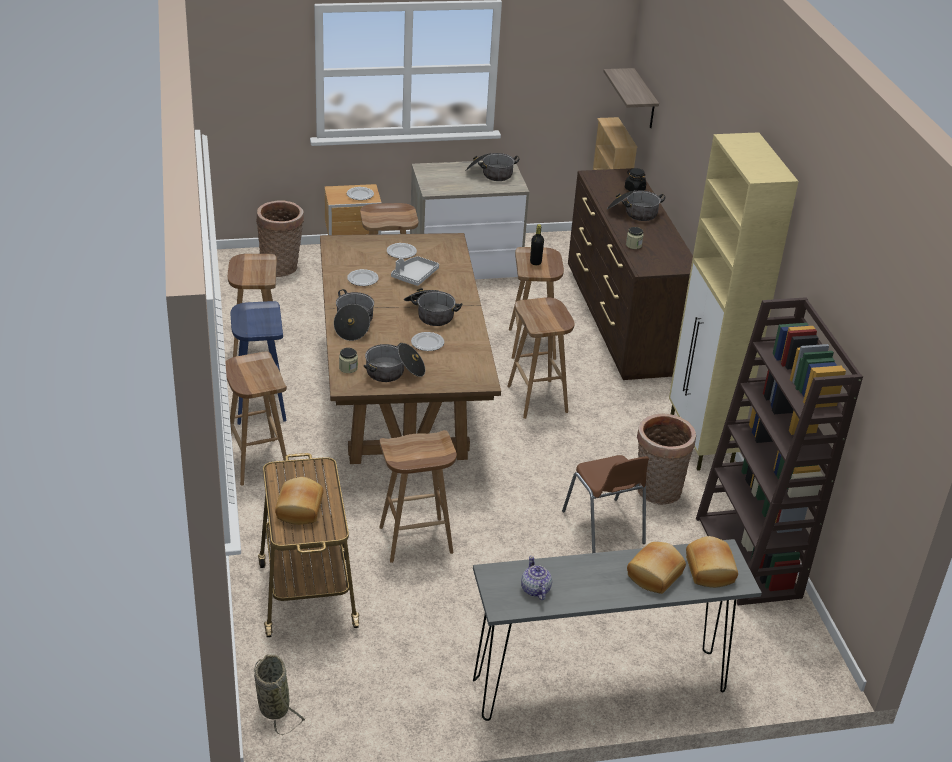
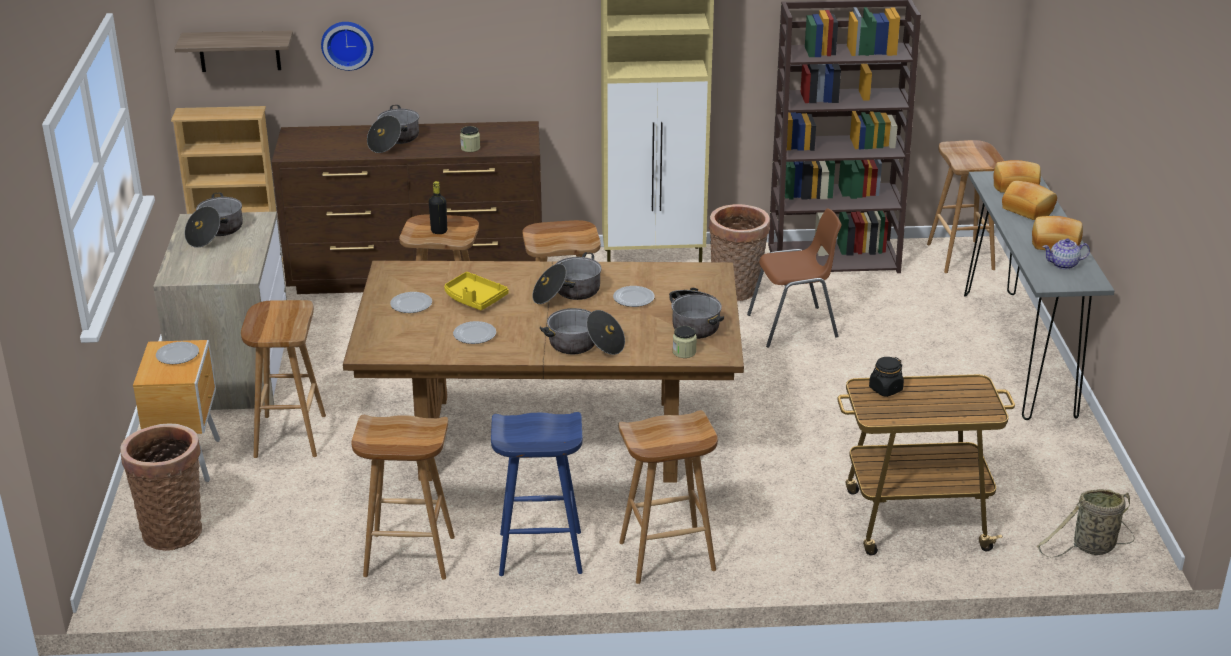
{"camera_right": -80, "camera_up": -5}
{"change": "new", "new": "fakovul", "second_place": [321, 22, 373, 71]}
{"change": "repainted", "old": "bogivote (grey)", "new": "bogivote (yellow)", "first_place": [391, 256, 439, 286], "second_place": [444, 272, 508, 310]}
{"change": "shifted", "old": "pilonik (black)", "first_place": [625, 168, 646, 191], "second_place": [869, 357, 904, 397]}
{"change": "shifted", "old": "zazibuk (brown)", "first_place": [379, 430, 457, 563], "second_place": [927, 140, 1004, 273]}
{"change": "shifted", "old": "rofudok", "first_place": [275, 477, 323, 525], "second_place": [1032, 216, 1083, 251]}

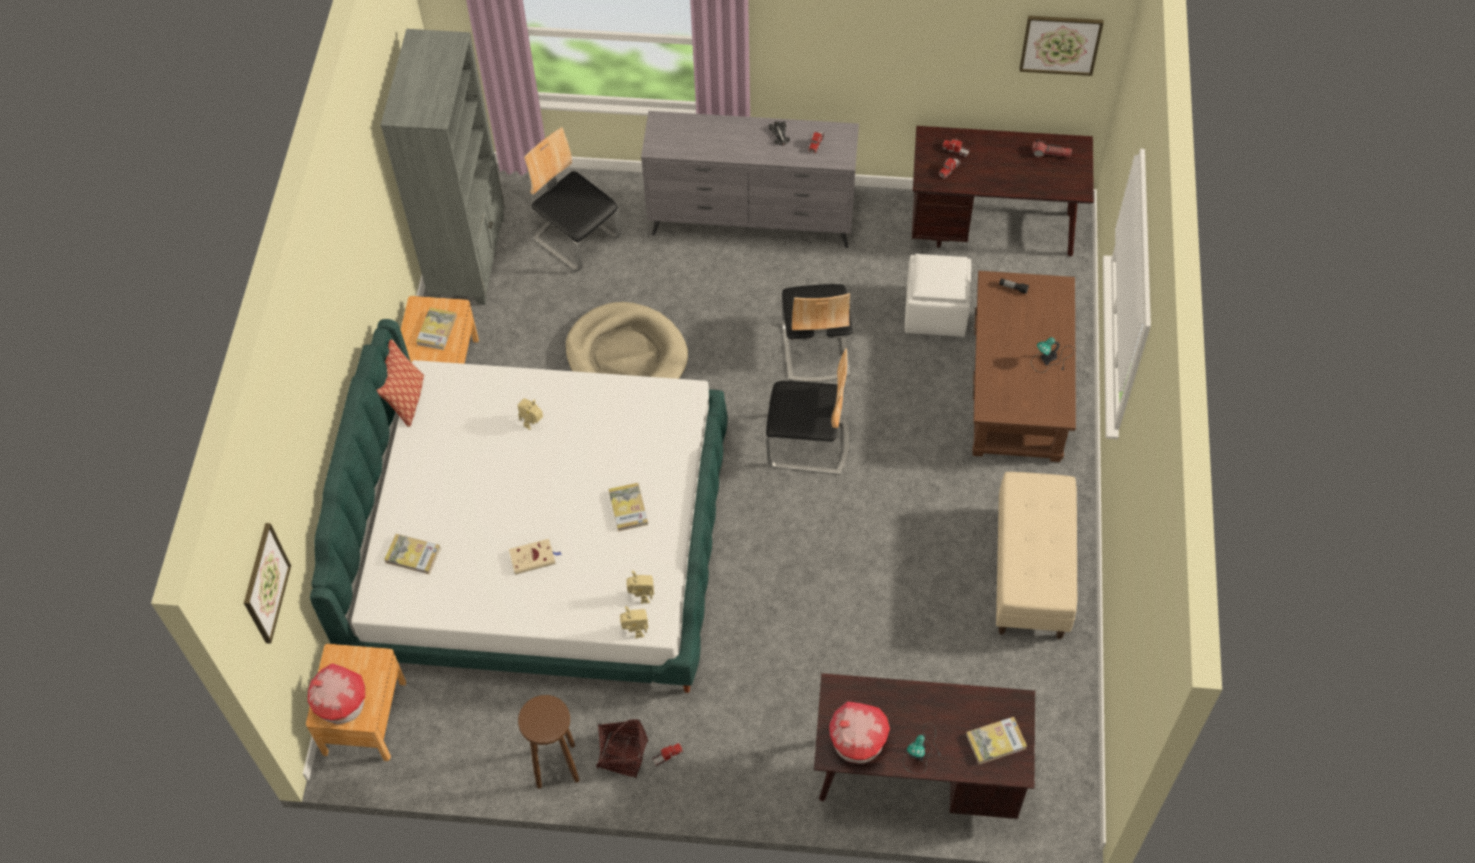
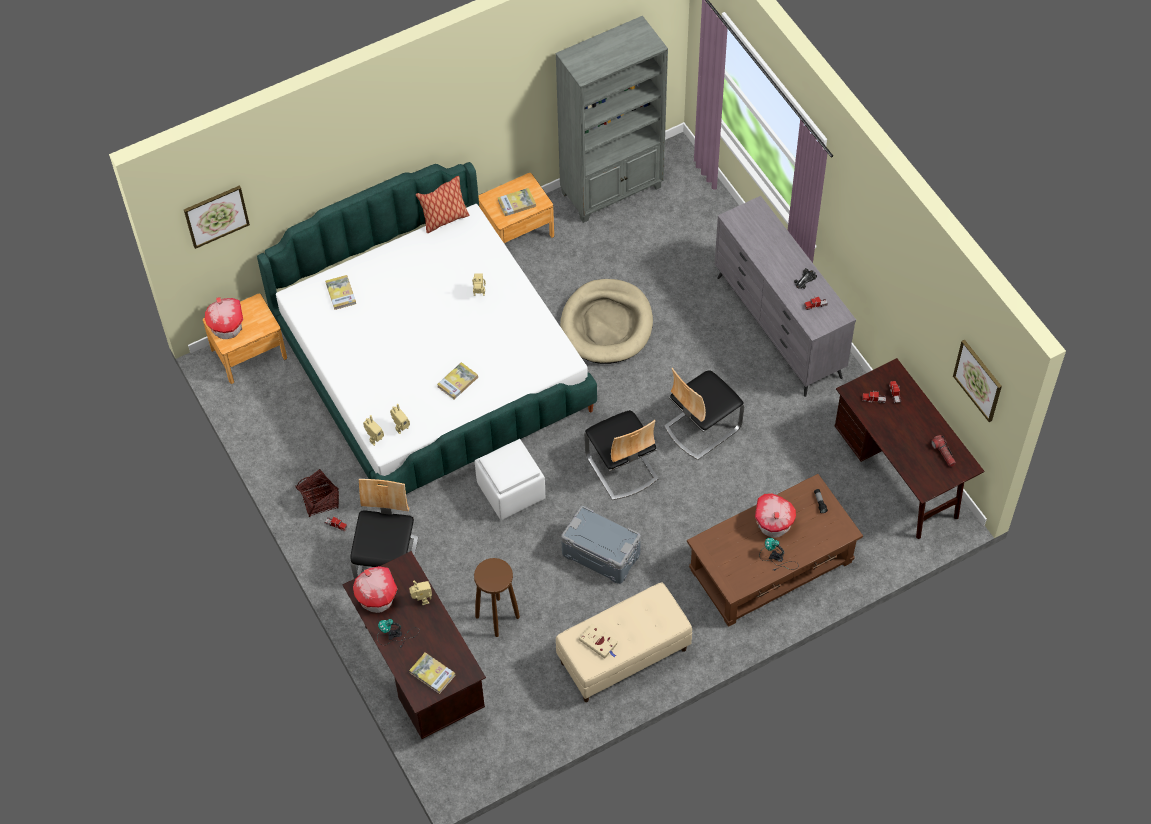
{"camera_right": 55, "camera_up": 0}
{"change": "shifted", "old": "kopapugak", "first_place": [524, 127, 621, 272], "second_place": [350, 479, 418, 579]}
{"change": "new", "new": "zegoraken", "second_place": [409, 580, 432, 605]}
{"change": "shifted", "old": "zazibuk (brown)", "first_place": [518, 695, 579, 789], "second_place": [474, 558, 520, 637]}
{"change": "shifted", "old": "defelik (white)", "first_place": [905, 254, 971, 337], "second_place": [475, 439, 545, 520]}
{"change": "new", "new": "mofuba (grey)", "second_place": [561, 506, 641, 584]}
{"change": "shifted", "old": "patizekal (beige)", "first_place": [509, 539, 562, 575], "second_place": [579, 623, 618, 659]}
{"change": "new", "new": "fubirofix", "second_place": [755, 493, 796, 538]}

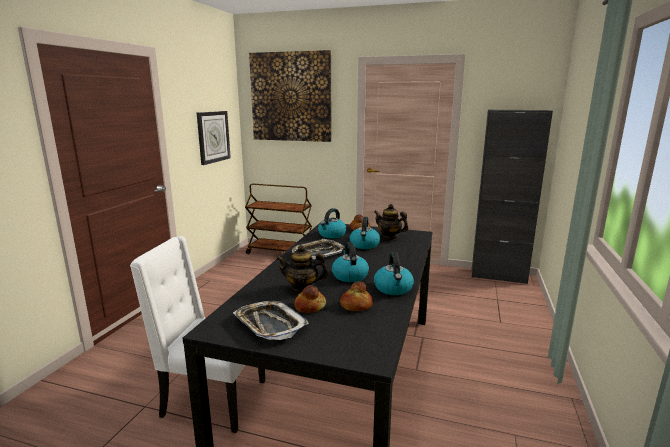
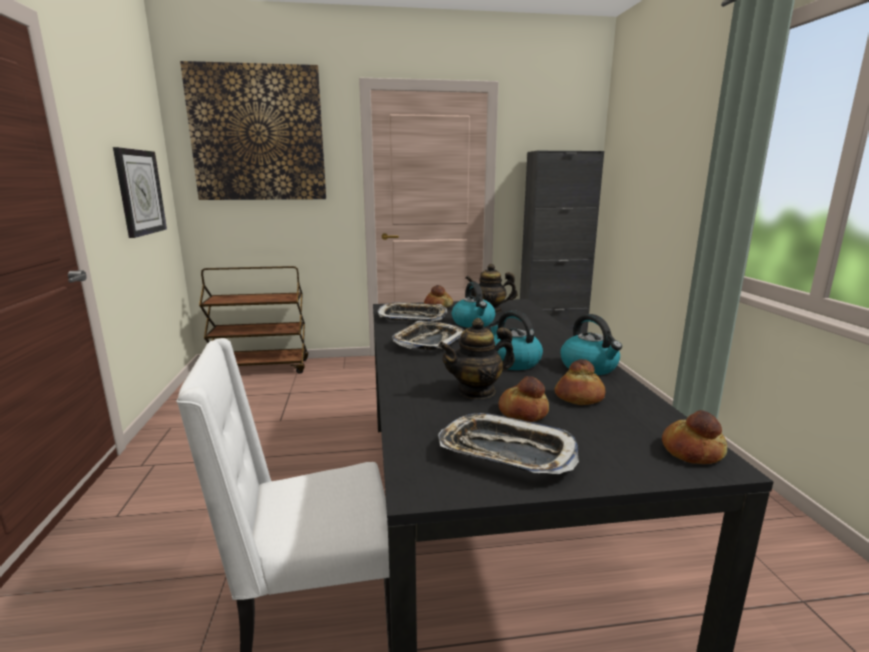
{"camera_right": -25, "camera_up": 0}
{"change": "swapped", "old": "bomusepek", "new": "bogivote", "first_place": [318, 208, 347, 238], "second_place": [377, 302, 447, 321]}
{"change": "new", "new": "rofudok", "second_place": [662, 410, 727, 464]}

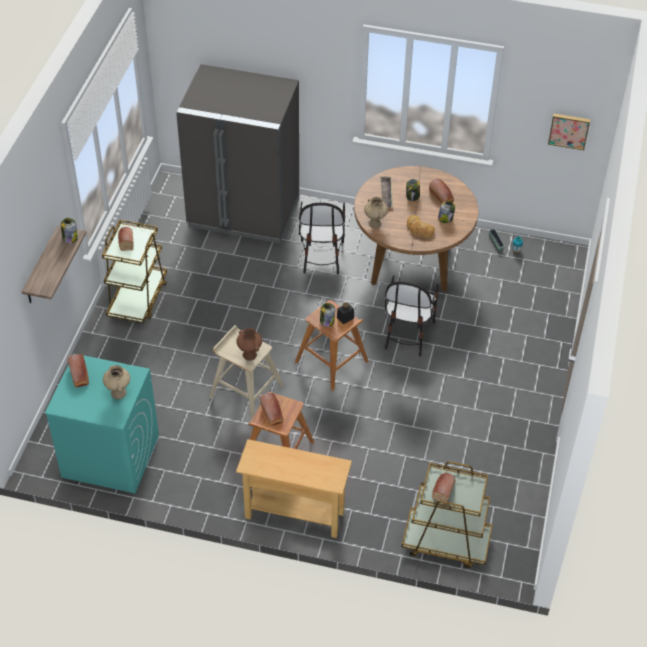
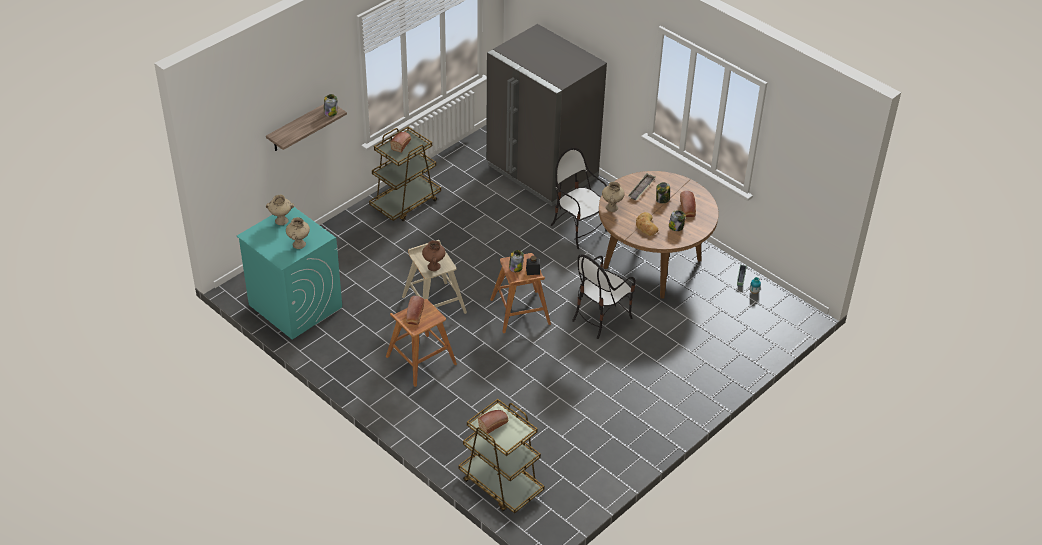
{"camera_right": 30, "camera_up": -5}
{"change": "swapped", "old": "rofudok", "new": "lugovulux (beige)", "first_place": [68, 354, 89, 387], "second_place": [266, 195, 294, 225]}
{"change": "rotated", "old": "kopapugak", "first_place": [299, 201, 345, 274], "second_place": [551, 148, 607, 249], "degrees": 105}
{"change": "gone", "old": "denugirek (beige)", "first_place": [236, 439, 352, 538]}
{"change": "gone", "old": "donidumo", "first_place": [548, 114, 590, 150]}

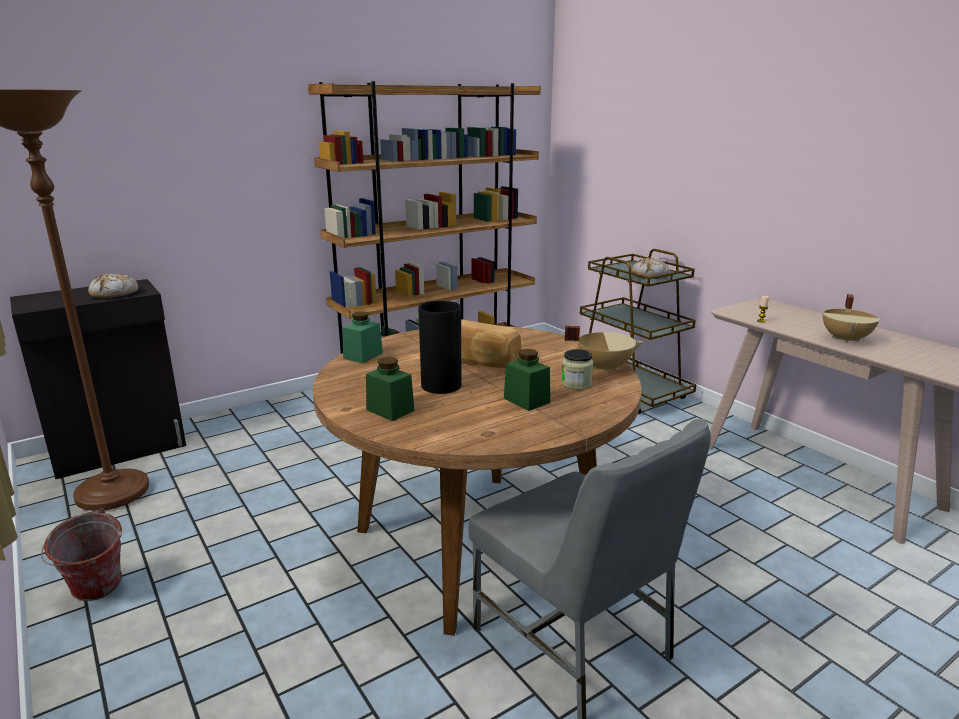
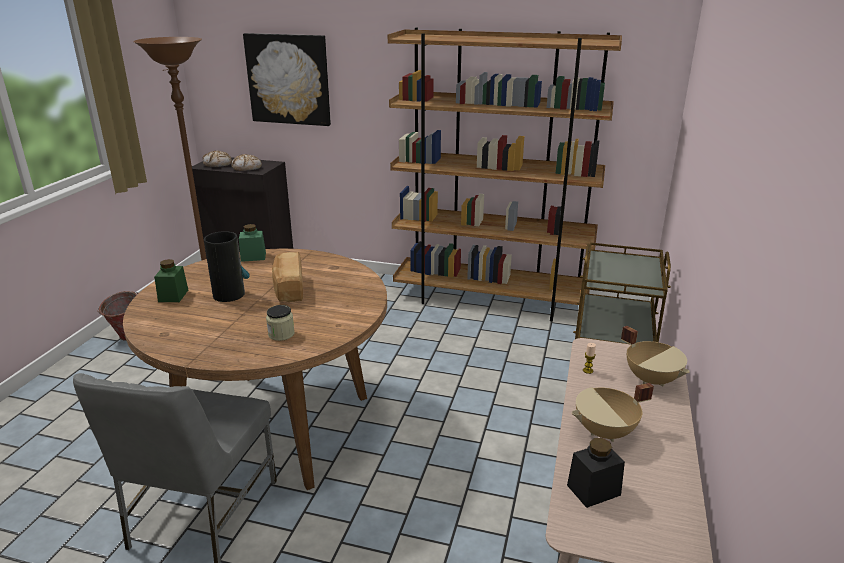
{"camera_right": 50, "camera_up": 5}
{"change": "shifted", "old": "rofudok", "first_place": [632, 258, 670, 279], "second_place": [203, 150, 232, 167]}
{"change": "new", "new": "donidumo", "second_place": [243, 33, 331, 126]}
{"change": "new", "new": "pilonik (black)", "second_place": [567, 438, 625, 508]}
{"change": "shifted", "old": "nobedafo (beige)", "first_place": [565, 326, 644, 373], "second_place": [621, 326, 690, 387]}
{"change": "gone", "old": "pilonik (green)", "first_place": [504, 349, 550, 411]}

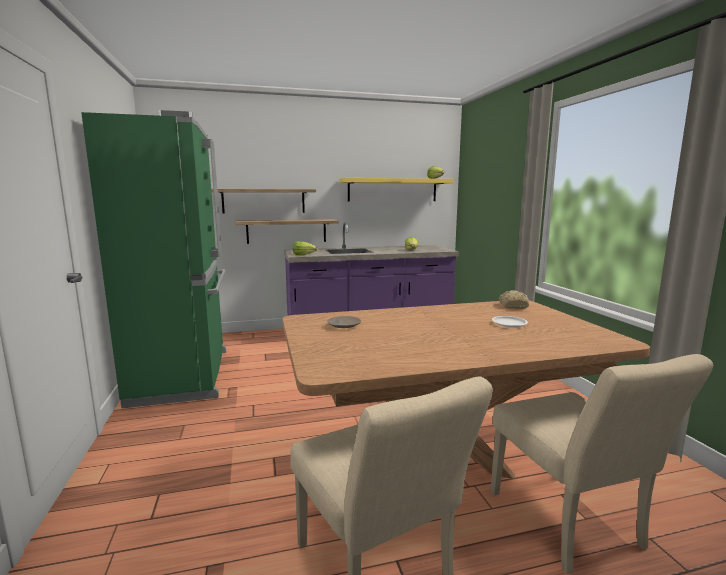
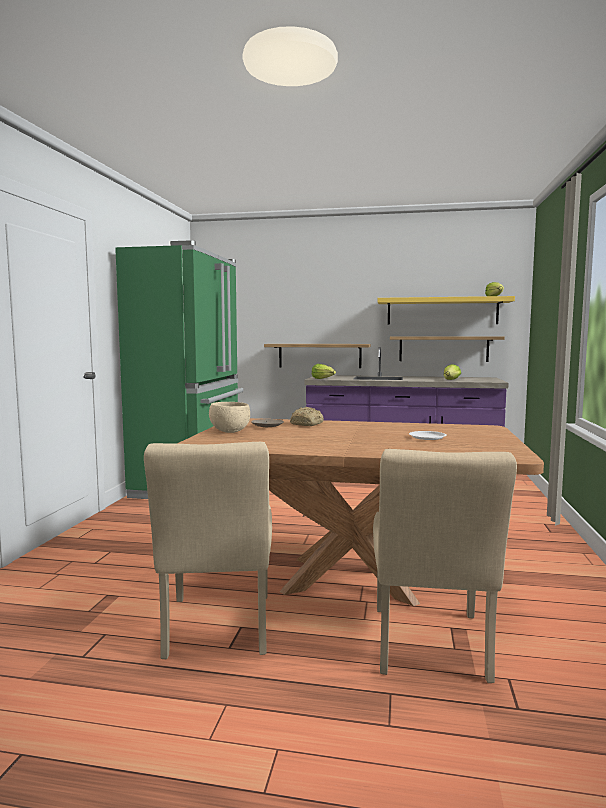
{"camera_right": 25, "camera_up": -5}
{"change": "new", "new": "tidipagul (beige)", "second_place": [209, 402, 250, 433]}
{"change": "shifted", "old": "rofudok", "first_place": [499, 290, 529, 309], "second_place": [290, 407, 324, 426]}
{"change": "shifted", "old": "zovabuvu", "first_place": [211, 189, 316, 214], "second_place": [390, 336, 505, 362]}

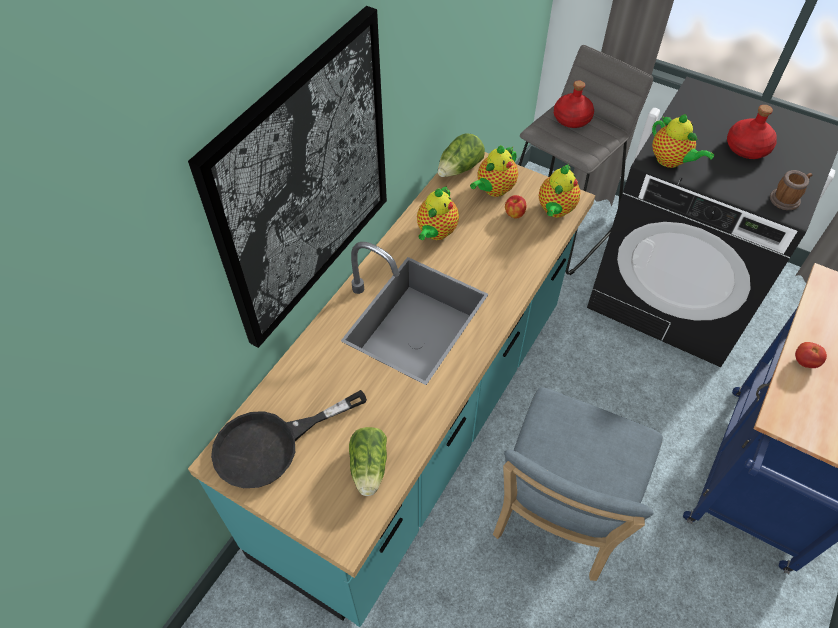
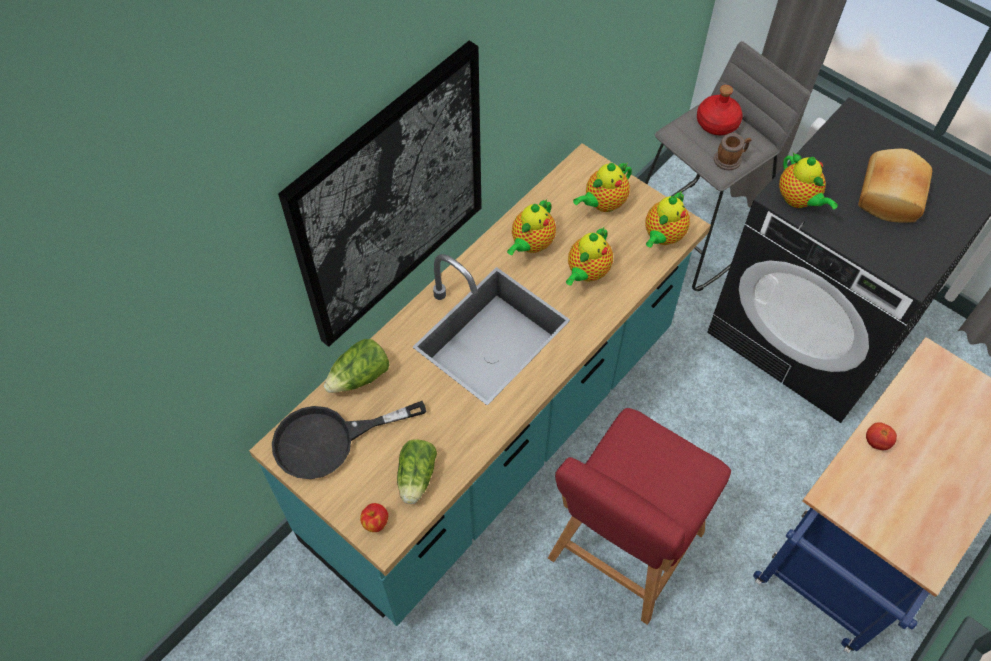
{"camera_right": 10, "camera_up": 5}
{"change": "shifted", "old": "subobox", "first_place": [438, 133, 485, 177], "second_place": [324, 339, 390, 393]}
{"change": "shifted", "old": "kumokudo", "first_place": [505, 195, 526, 218], "second_place": [360, 503, 388, 532]}
{"change": "swapped", "old": "kopapugak (blue)", "new": "zazibuk (red)", "first_place": [493, 387, 663, 581], "second_place": [548, 408, 731, 625]}
{"change": "new", "new": "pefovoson", "second_place": [566, 227, 613, 286]}
{"change": "shifted", "old": "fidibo", "first_place": [770, 170, 812, 210], "second_place": [714, 133, 752, 171]}
{"change": "swapped", "old": "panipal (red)", "new": "rofudok", "first_place": [727, 105, 777, 159], "second_place": [858, 149, 932, 223]}

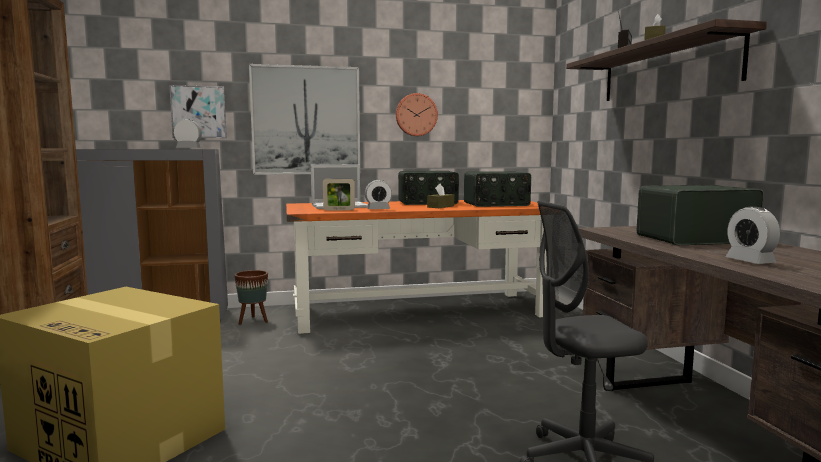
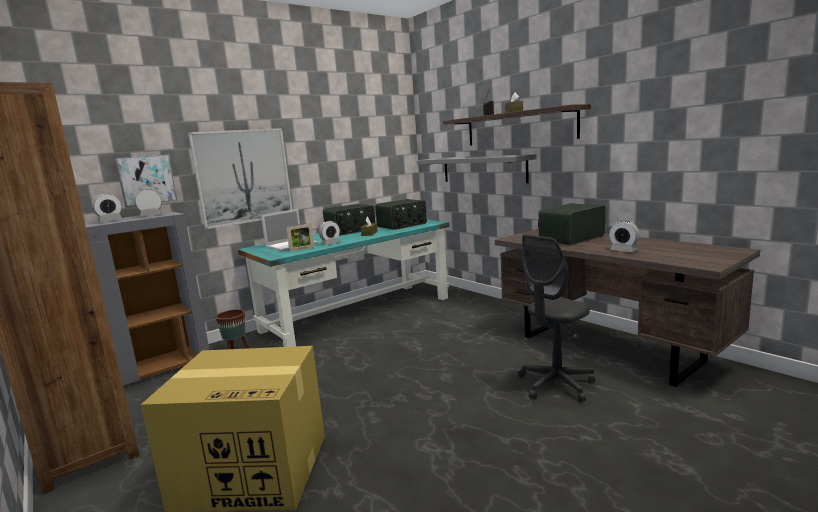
{"camera_right": -25, "camera_up": 5}
{"change": "new", "new": "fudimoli", "second_place": [92, 193, 122, 222]}
{"change": "repainted", "old": "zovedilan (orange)", "new": "zovedilan (turquoise)", "first_place": [286, 200, 547, 334], "second_place": [238, 220, 449, 347]}
{"change": "new", "new": "zovabuvu (grey)", "second_place": [417, 154, 537, 183]}
{"change": "gone", "old": "fakovul", "first_place": [396, 93, 438, 136]}

